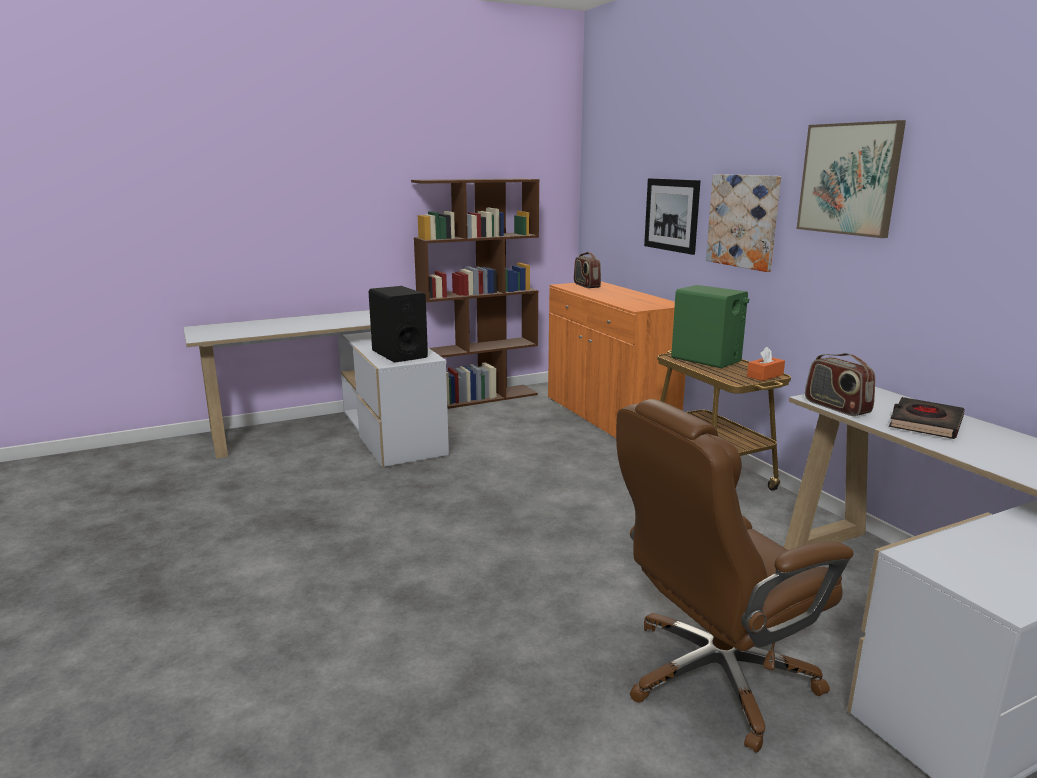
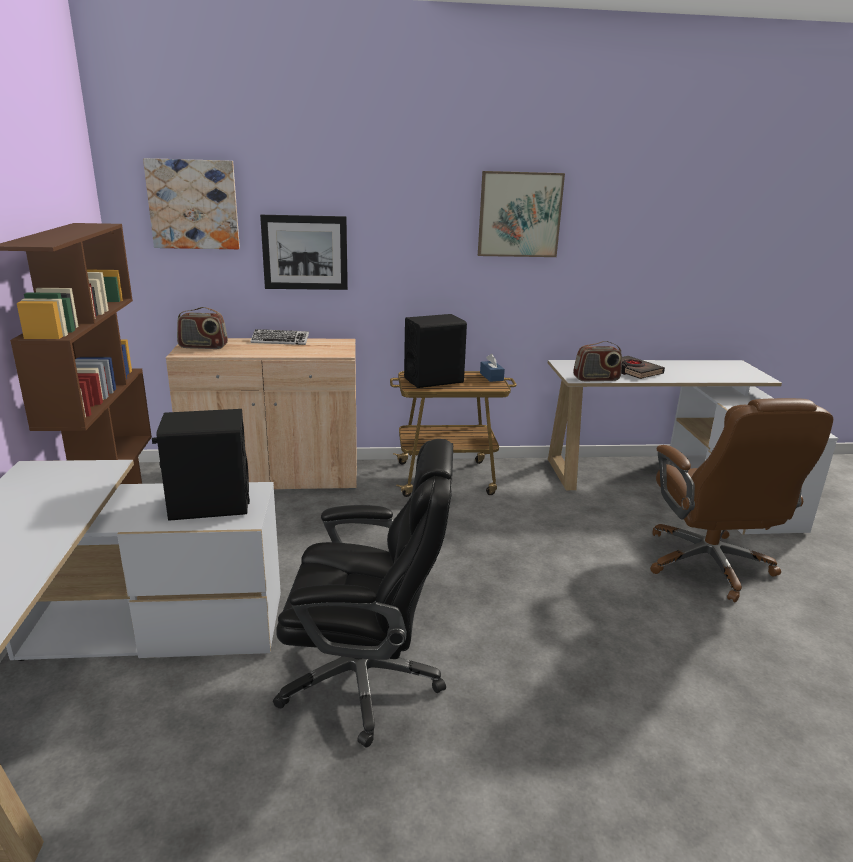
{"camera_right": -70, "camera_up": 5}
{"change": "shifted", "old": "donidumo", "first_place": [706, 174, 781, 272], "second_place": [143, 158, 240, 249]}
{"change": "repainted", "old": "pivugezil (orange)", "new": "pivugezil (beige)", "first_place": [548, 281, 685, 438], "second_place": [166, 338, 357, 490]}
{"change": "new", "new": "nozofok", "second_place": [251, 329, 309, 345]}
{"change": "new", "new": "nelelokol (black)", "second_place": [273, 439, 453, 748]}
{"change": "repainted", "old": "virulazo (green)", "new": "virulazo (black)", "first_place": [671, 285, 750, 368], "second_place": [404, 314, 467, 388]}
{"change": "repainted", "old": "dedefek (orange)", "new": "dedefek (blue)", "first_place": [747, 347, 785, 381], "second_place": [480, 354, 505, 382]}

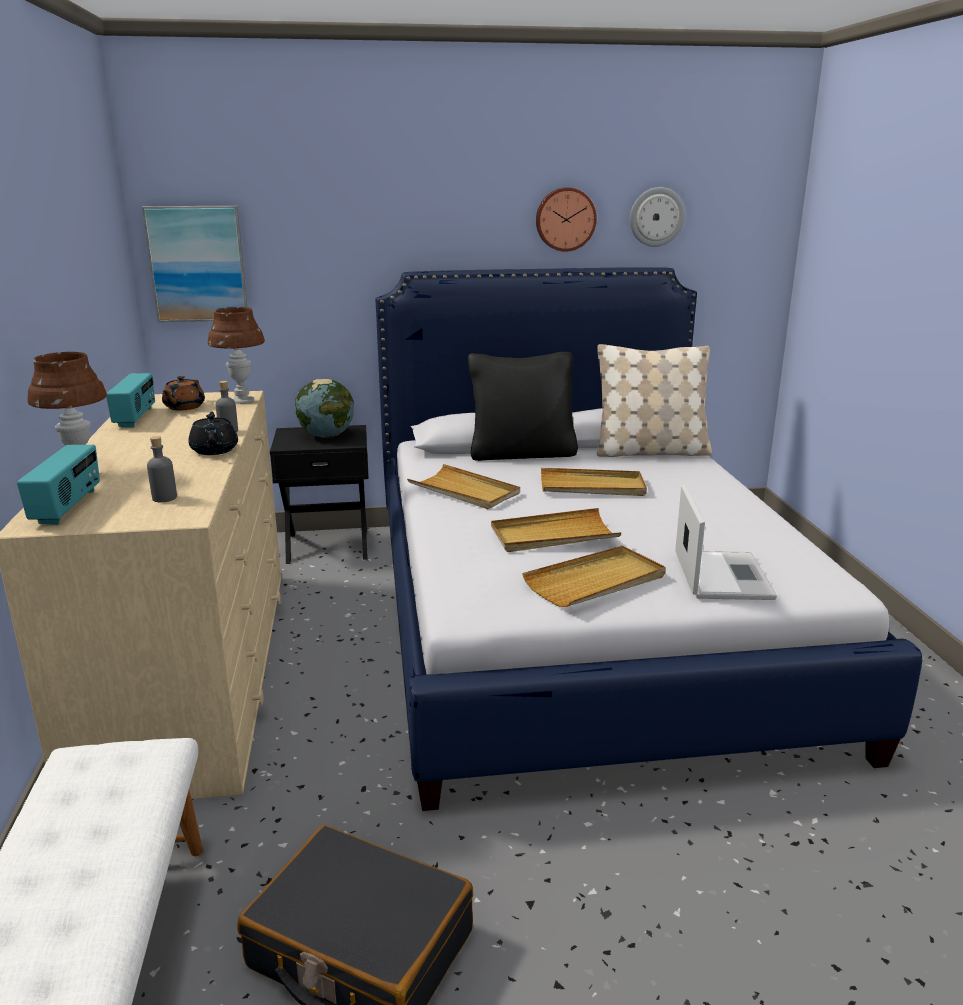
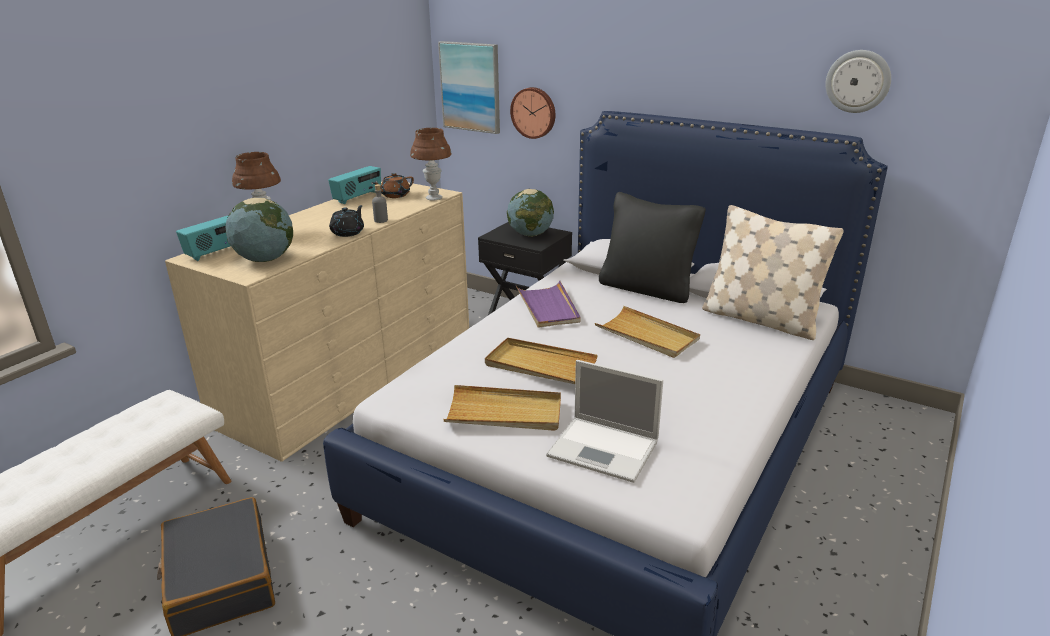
{"camera_right": 40, "camera_up": 5}
{"change": "swapped", "old": "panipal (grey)", "new": "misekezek", "first_place": [147, 436, 177, 502], "second_place": [225, 198, 293, 262]}
{"change": "shifted", "old": "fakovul", "first_place": [536, 187, 597, 252], "second_place": [510, 87, 555, 139]}
{"change": "repainted", "old": "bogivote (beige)", "new": "bogivote (purple)", "first_place": [407, 464, 520, 509], "second_place": [516, 281, 581, 328]}
{"change": "rotated", "old": "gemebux", "first_place": [675, 485, 777, 600], "second_place": [546, 360, 663, 483], "degrees": 75}

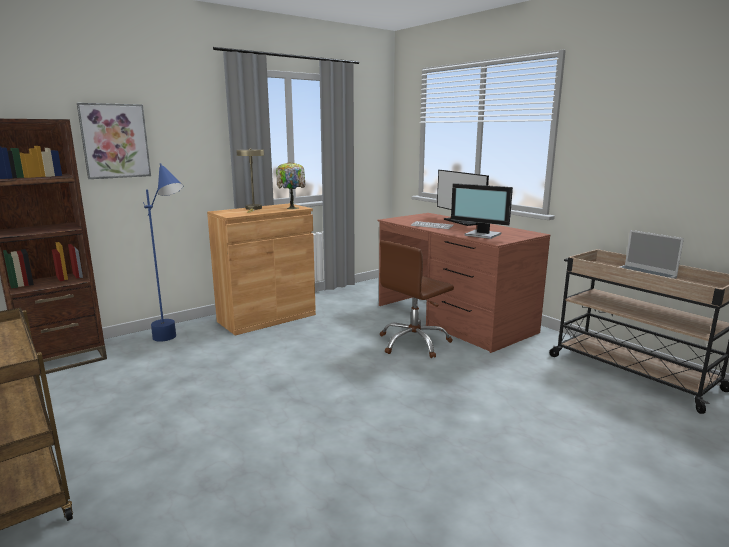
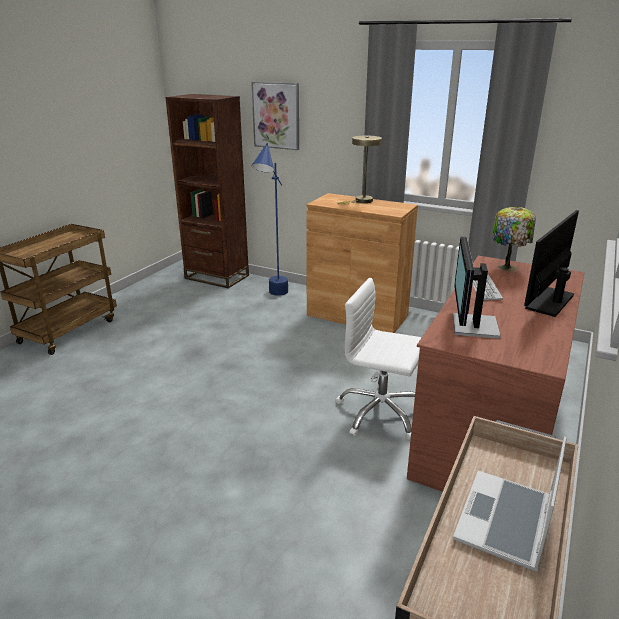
{"camera_right": 65, "camera_up": 10}
{"change": "repainted", "old": "nelelokol (brown)", "new": "nelelokol (white)", "first_place": [380, 240, 454, 358], "second_place": [336, 278, 422, 440]}
{"change": "shifted", "old": "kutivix", "first_place": [276, 162, 305, 209], "second_place": [492, 207, 536, 271]}

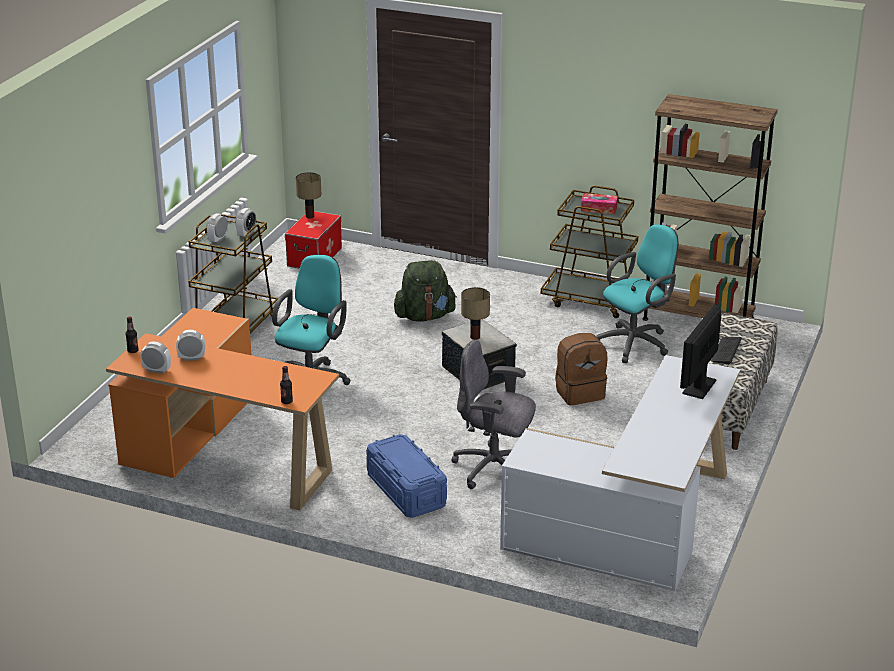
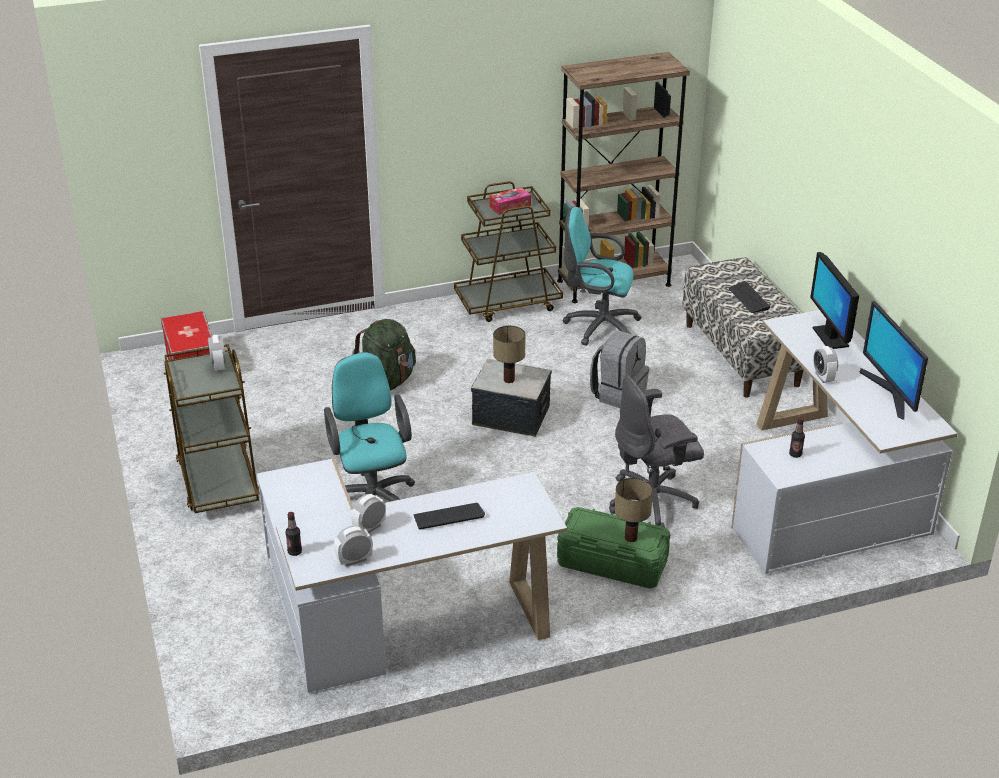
{"camera_right": -40, "camera_up": 5}
{"change": "repainted", "old": "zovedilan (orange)", "new": "zovedilan (white)", "first_place": [106, 308, 339, 511], "second_place": [257, 458, 567, 693]}
{"change": "new", "new": "nozofok", "second_place": [414, 503, 485, 529]}
{"change": "repainted", "old": "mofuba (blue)", "new": "mofuba (green)", "first_place": [366, 434, 447, 518], "second_place": [557, 507, 670, 589]}
{"change": "rotated", "old": "nelelokol (turquoise)", "first_place": [596, 224, 678, 363], "second_place": [563, 207, 642, 346], "degrees": -90}
{"change": "repainted", "old": "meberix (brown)", "new": "meberix (grey)", "first_place": [555, 333, 607, 406], "second_place": [590, 330, 649, 408]}
{"change": "shifted", "old": "kutivix", "first_place": [296, 172, 321, 218], "second_place": [615, 478, 653, 542]}
{"change": "shifted", "old": "panipal", "first_place": [280, 366, 293, 404], "second_place": [789, 417, 805, 458]}
{"change": "shifted", "old": "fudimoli", "first_place": [206, 213, 228, 243], "second_place": [813, 346, 838, 383]}
{"change": "new", "new": "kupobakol", "second_place": [859, 301, 928, 420]}

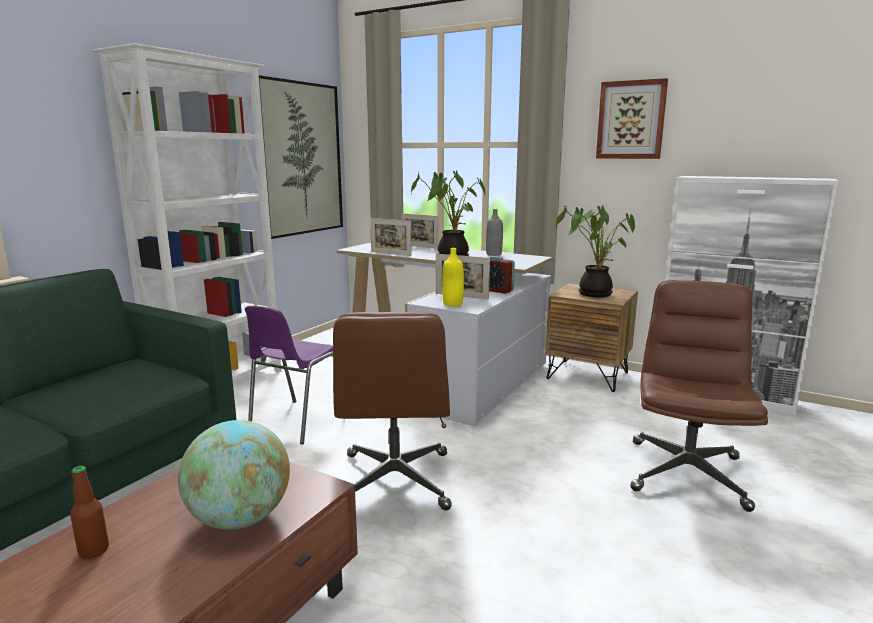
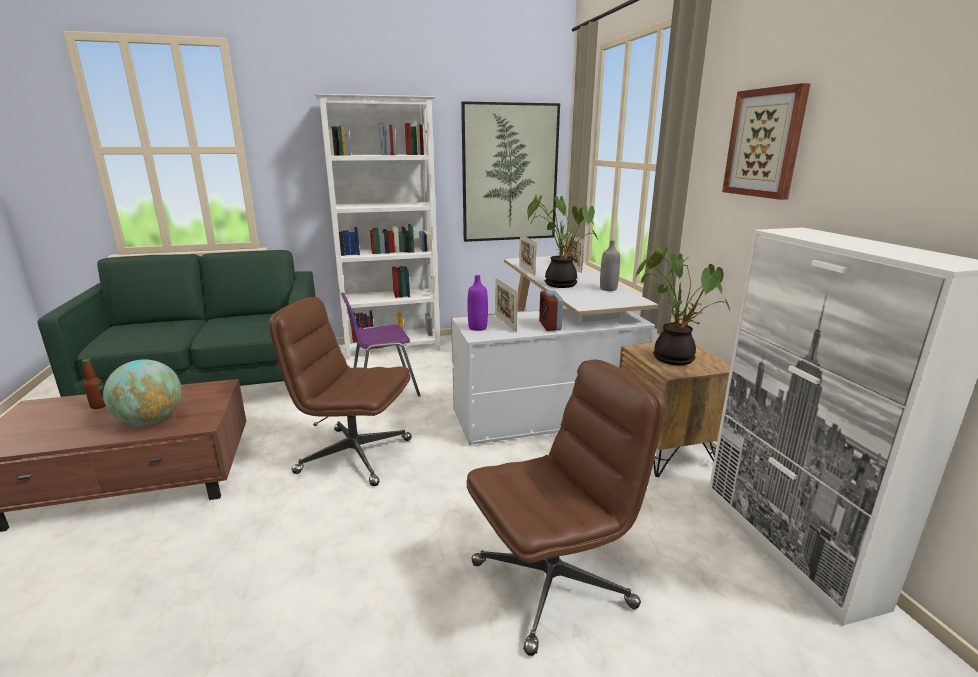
{"camera_right": 45, "camera_up": 5}
{"change": "rotated", "old": "nelelokol (brown)", "first_place": [333, 312, 452, 510], "second_place": [269, 297, 412, 486], "degrees": 60}
{"change": "repainted", "old": "panipal (yellow)", "new": "panipal (purple)", "first_place": [442, 248, 464, 307], "second_place": [468, 275, 488, 331]}

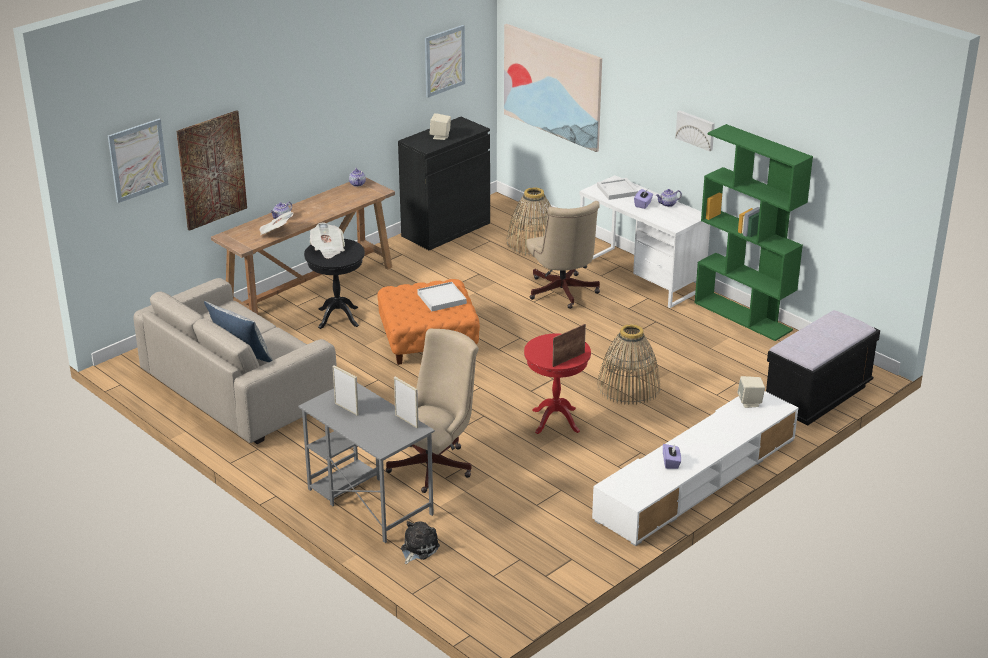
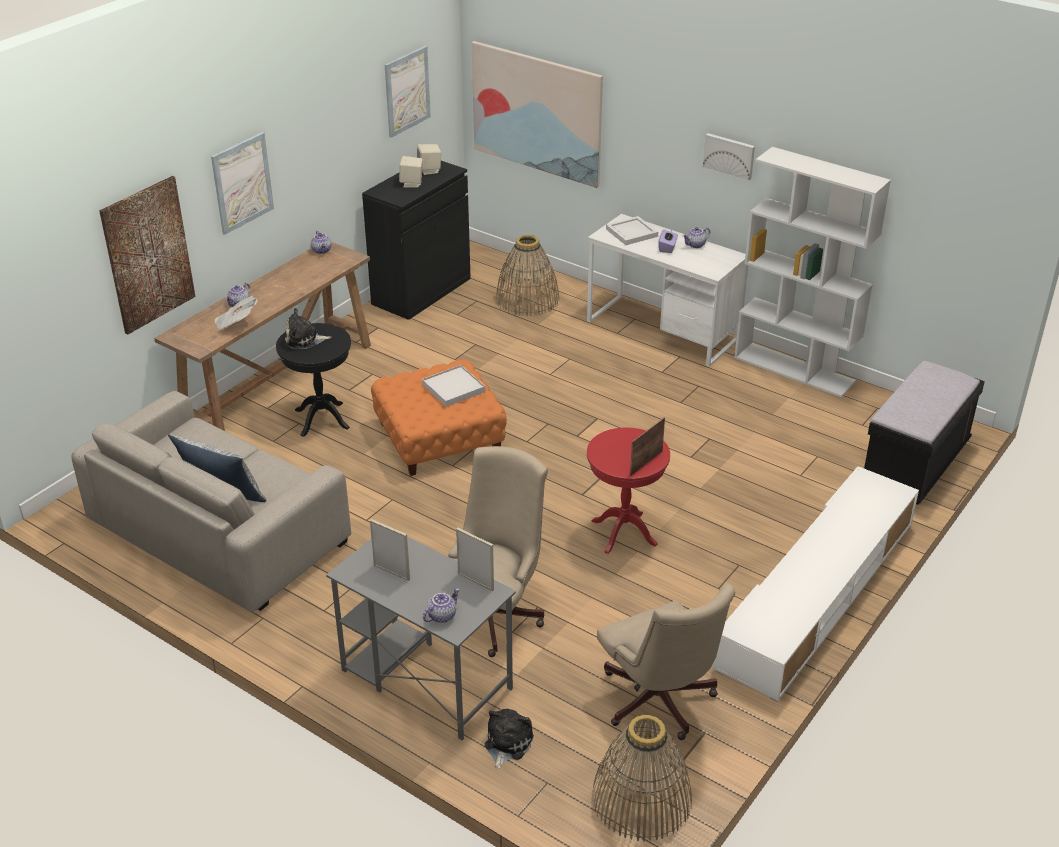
{"camera_right": -10, "camera_up": 5}
{"change": "shifted", "old": "donidumo", "first_place": [108, 119, 169, 203], "second_place": [211, 132, 274, 235]}
{"change": "swapped", "old": "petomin", "new": "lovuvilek", "first_place": [310, 222, 345, 259], "second_place": [285, 308, 331, 349]}
{"change": "shifted", "old": "virulazo (beige)", "first_place": [738, 376, 765, 408], "second_place": [417, 144, 441, 175]}
{"change": "new", "new": "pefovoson", "second_place": [423, 588, 460, 623]}
{"change": "shifted", "old": "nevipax", "first_place": [597, 324, 661, 405], "second_place": [592, 715, 692, 842]}
{"change": "shifted", "old": "nelelokol (beige)", "first_place": [526, 201, 600, 309], "second_place": [597, 583, 735, 740]}
{"change": "repainted", "old": "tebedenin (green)", "new": "tebedenin (white)", "first_place": [695, 124, 813, 341], "second_place": [734, 147, 891, 397]}
{"change": "gone", "old": "dedefek (purple)", "first_place": [663, 444, 681, 469]}

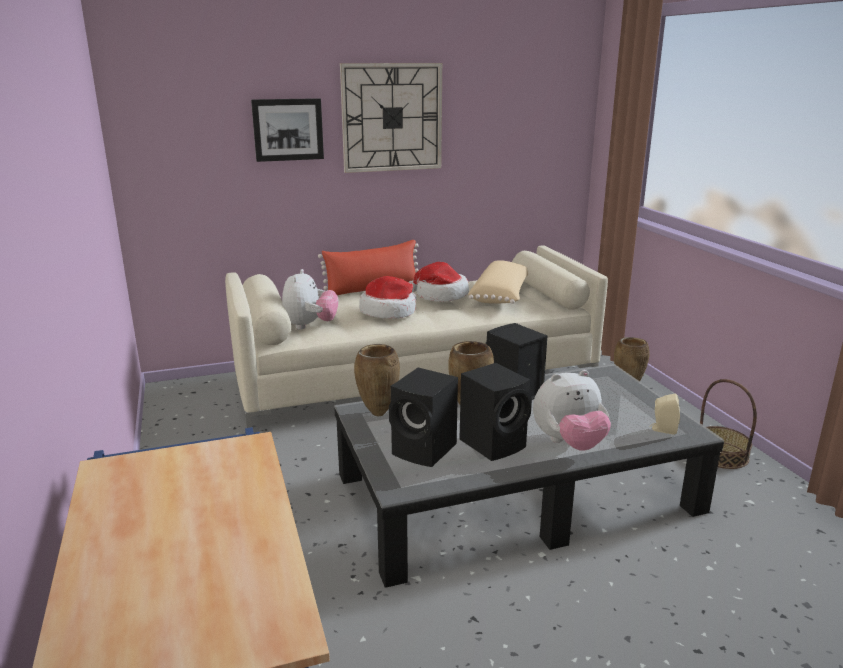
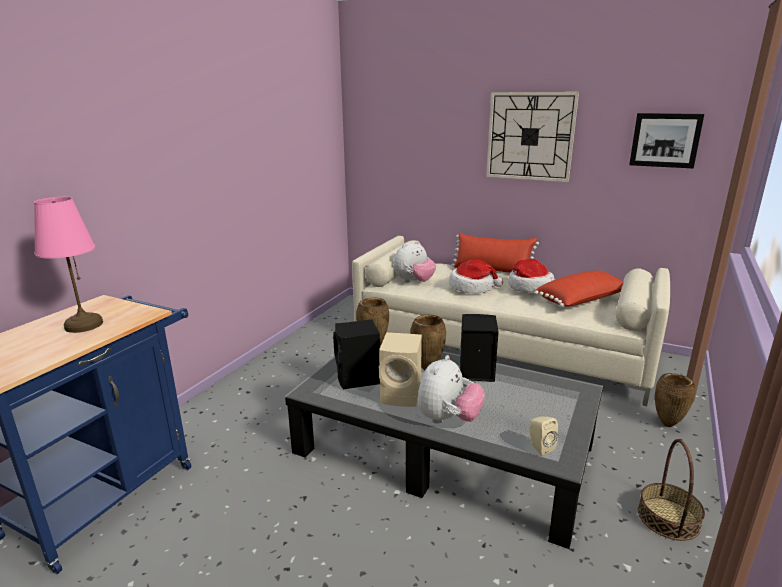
{"camera_right": 45, "camera_up": 0}
{"change": "new", "new": "kutivix (pink)", "second_place": [34, 197, 103, 333]}
{"change": "repainted", "old": "virulazo (black)", "new": "virulazo (beige)", "first_place": [459, 363, 532, 461], "second_place": [379, 332, 422, 407]}
{"change": "rotated", "old": "lovuvilek", "first_place": [533, 370, 611, 451], "second_place": [417, 355, 485, 424], "degrees": -90}
{"change": "repainted", "old": "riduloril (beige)", "new": "riduloril (red)", "first_place": [468, 260, 528, 304], "second_place": [534, 271, 624, 307]}
{"change": "shifted", "old": "donidumo", "first_place": [251, 98, 324, 162], "second_place": [629, 113, 704, 168]}

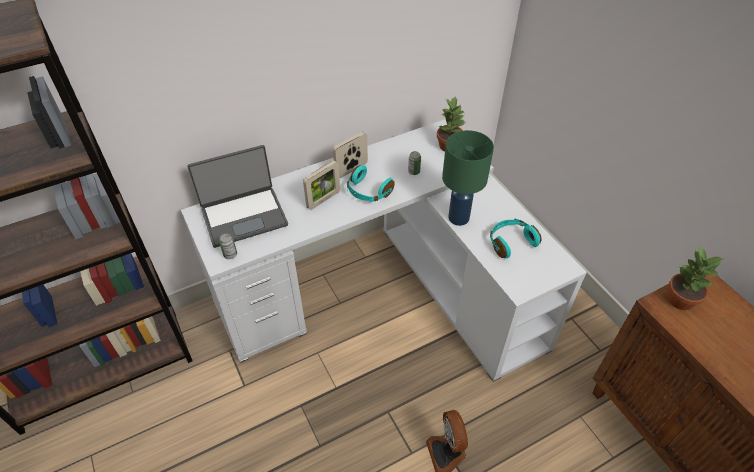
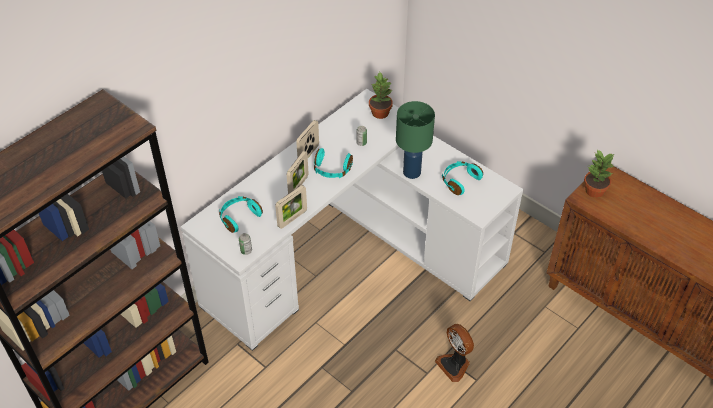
{"camera_right": -20, "camera_up": 0}
{"change": "swapped", "old": "gemebux", "new": "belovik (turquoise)", "first_place": [187, 145, 288, 248], "second_place": [219, 196, 263, 233]}
{"change": "new", "new": "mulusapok", "second_place": [275, 185, 307, 229]}

